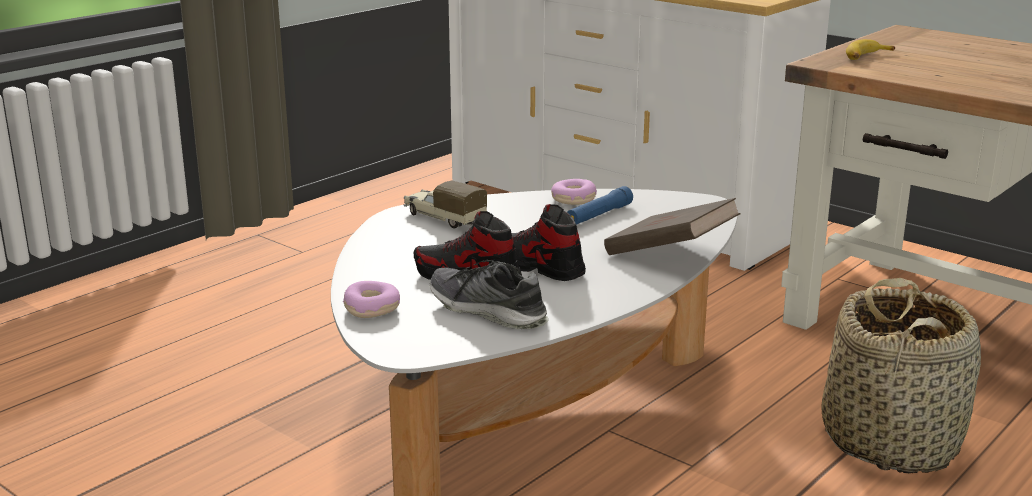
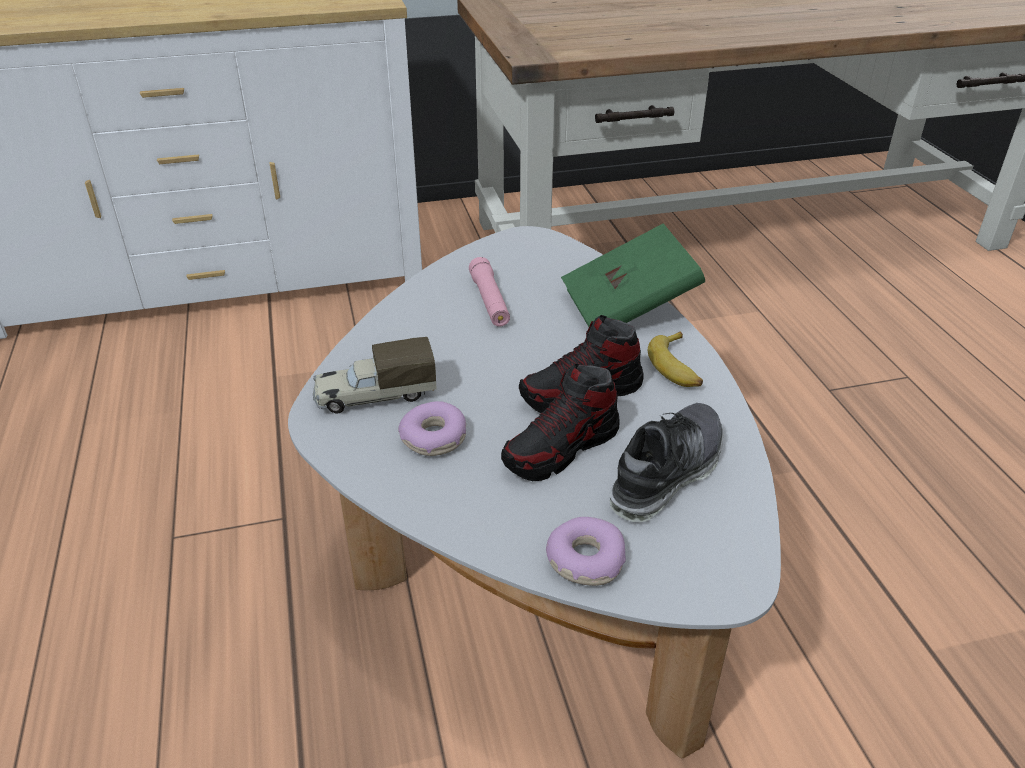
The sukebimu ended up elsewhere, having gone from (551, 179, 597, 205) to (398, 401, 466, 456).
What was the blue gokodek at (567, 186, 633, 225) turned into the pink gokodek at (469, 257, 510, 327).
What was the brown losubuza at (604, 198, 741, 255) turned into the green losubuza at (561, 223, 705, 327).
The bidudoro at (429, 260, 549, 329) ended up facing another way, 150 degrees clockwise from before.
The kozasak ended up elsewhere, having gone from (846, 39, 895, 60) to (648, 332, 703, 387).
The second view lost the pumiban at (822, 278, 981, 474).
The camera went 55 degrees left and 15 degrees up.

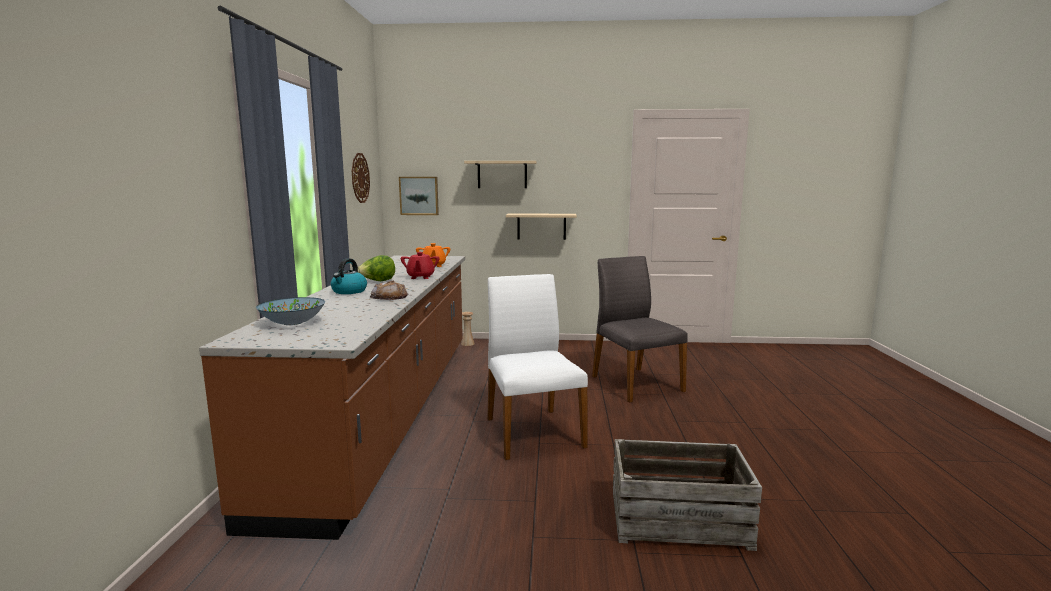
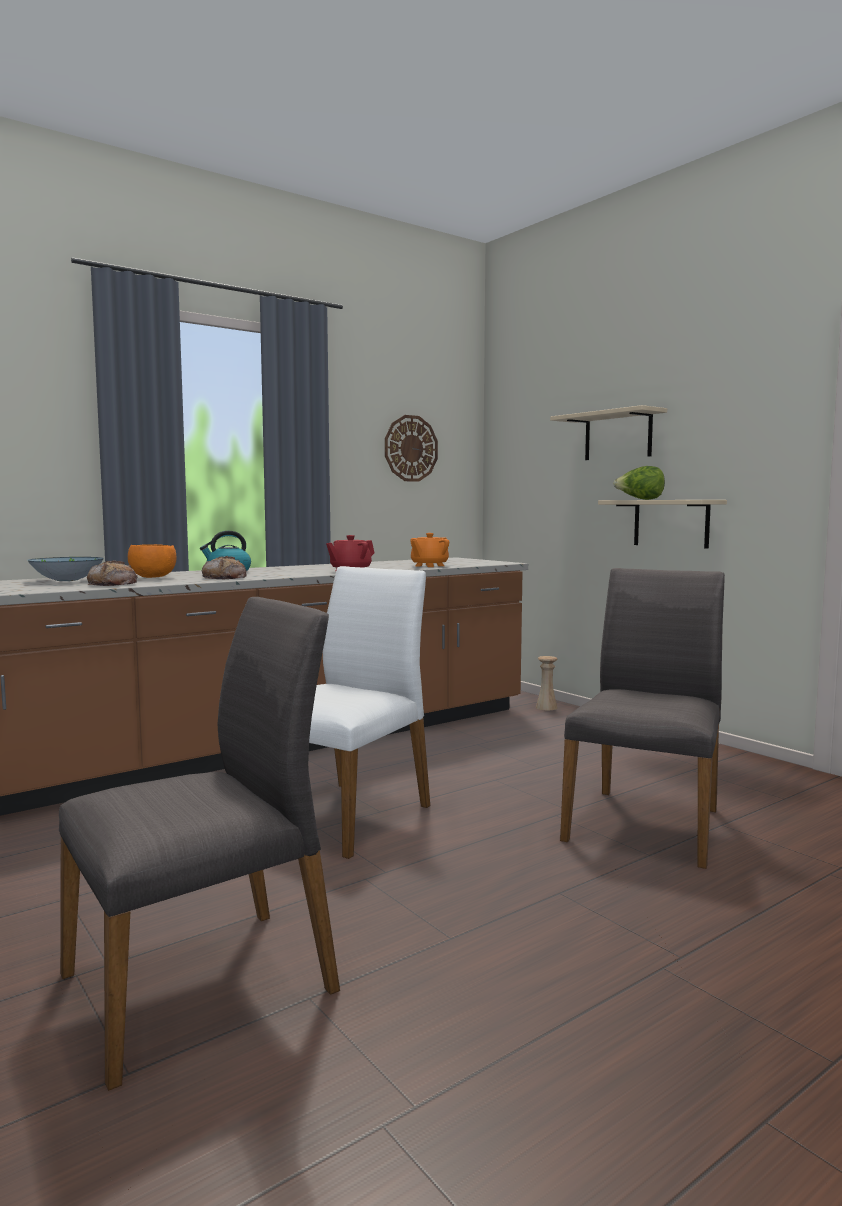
Where the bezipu stood at (613, 439, 762, 551), the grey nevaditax came to stand at (59, 597, 340, 1091).
The second view gained the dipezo at (87, 560, 138, 586).
The second view gained the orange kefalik at (128, 544, 176, 578).
The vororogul ended up elsewhere, having gone from (358, 255, 395, 281) to (613, 466, 665, 500).
The second view lost the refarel at (399, 177, 439, 215).
The camera went 50 degrees right and 5 degrees down.

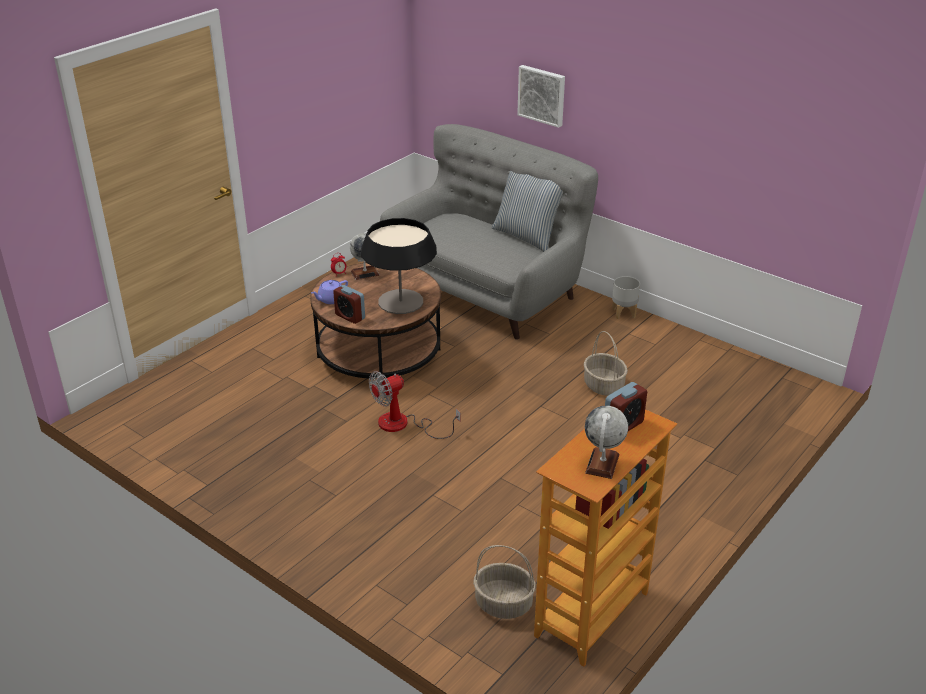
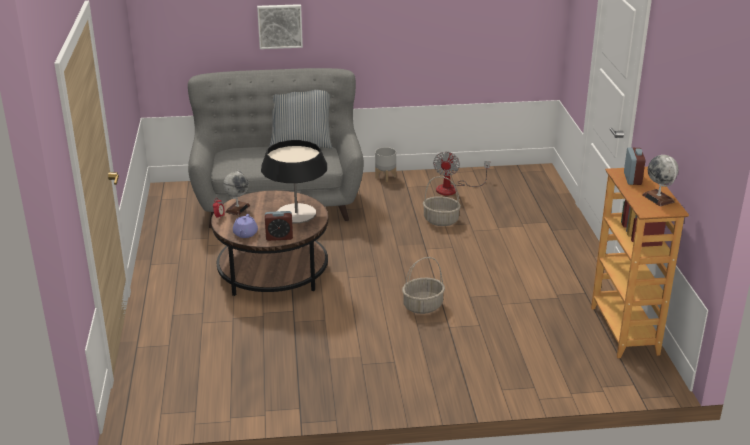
The pumiban ended up elsewhere, having gone from (473, 545, 536, 619) to (402, 257, 445, 314).
The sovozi ended up elsewhere, having gone from (369, 371, 461, 439) to (433, 151, 490, 196).
The camera went 45 degrees left and 5 degrees down.

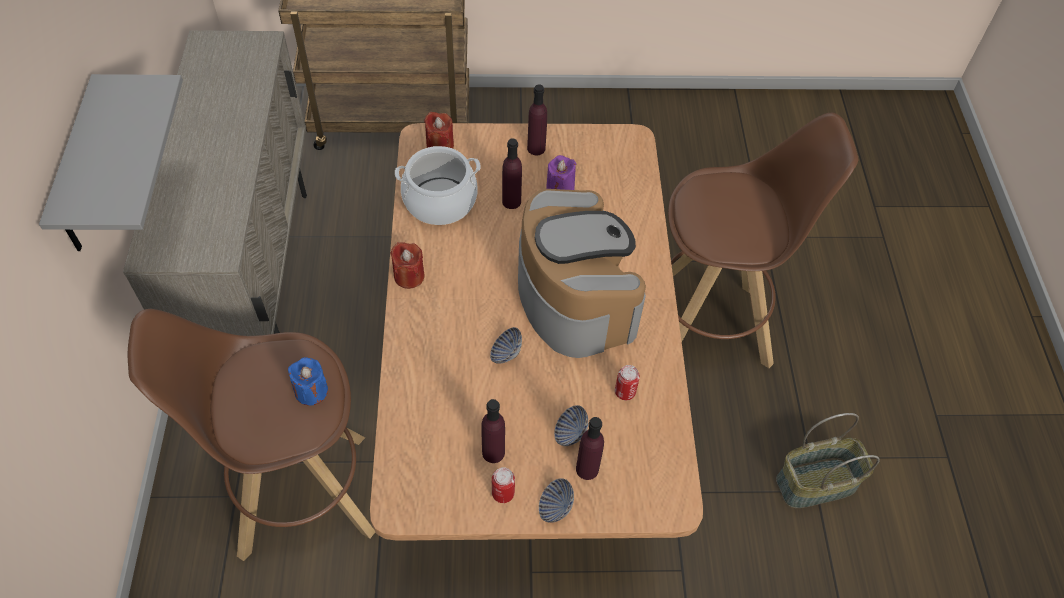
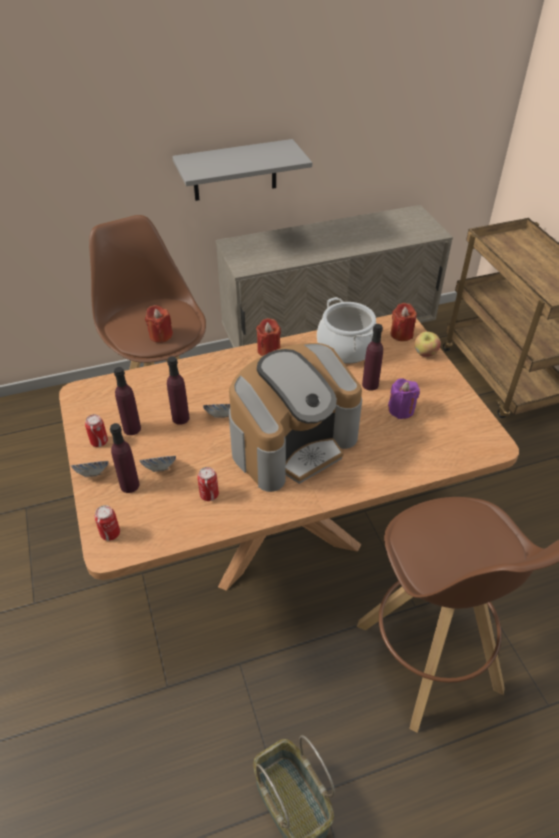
The second view gained the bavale at (95, 505, 120, 541).
What was the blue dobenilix at (288, 357, 328, 406) turned into the red dobenilix at (145, 305, 173, 343).
The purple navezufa ended up elsewhere, having gone from (527, 84, 547, 155) to (167, 356, 190, 425).
The second view gained the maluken at (414, 331, 441, 357).
The camera went 75 degrees right and 10 degrees down.

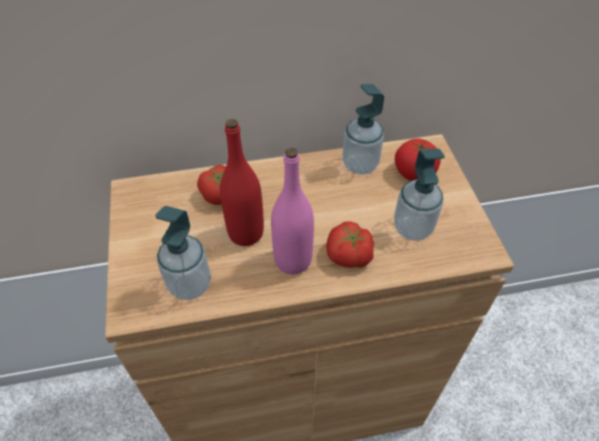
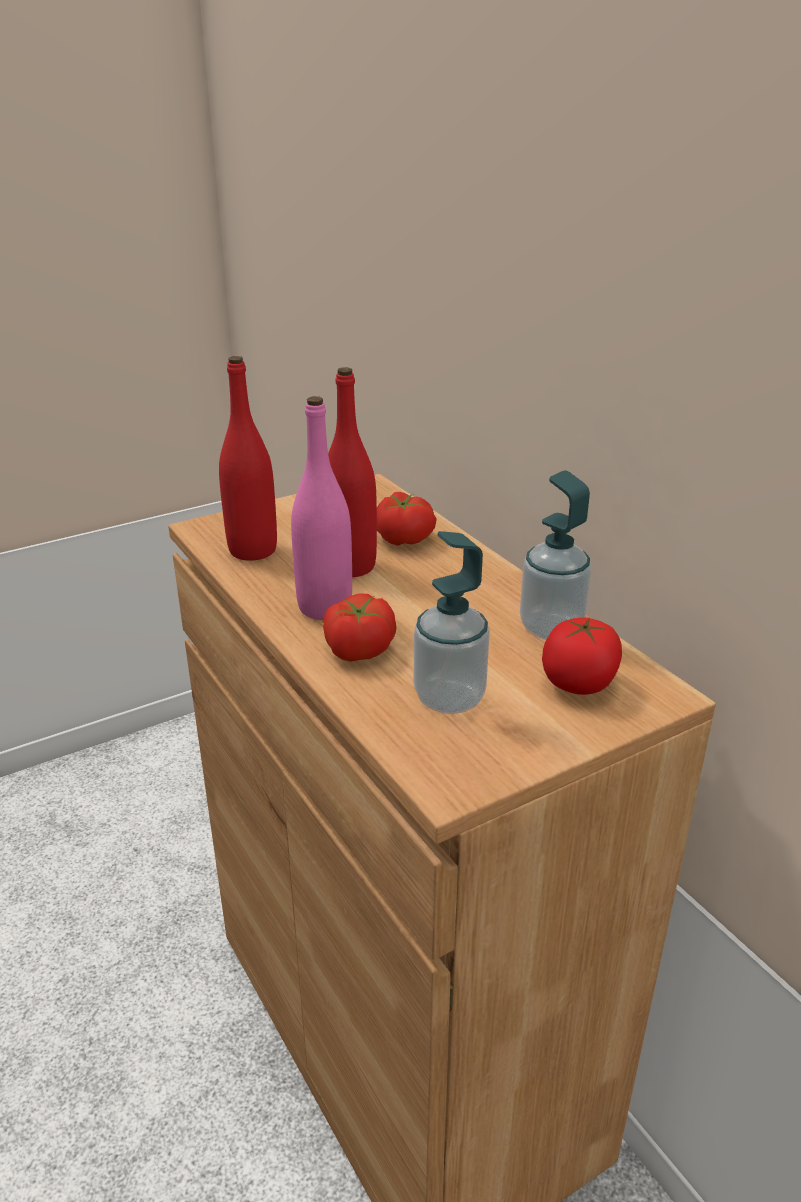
Where the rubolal stood at (155, 206, 211, 300), the red navezufa came to stand at (219, 356, 277, 561).
The camera went 70 degrees right and 20 degrees down.

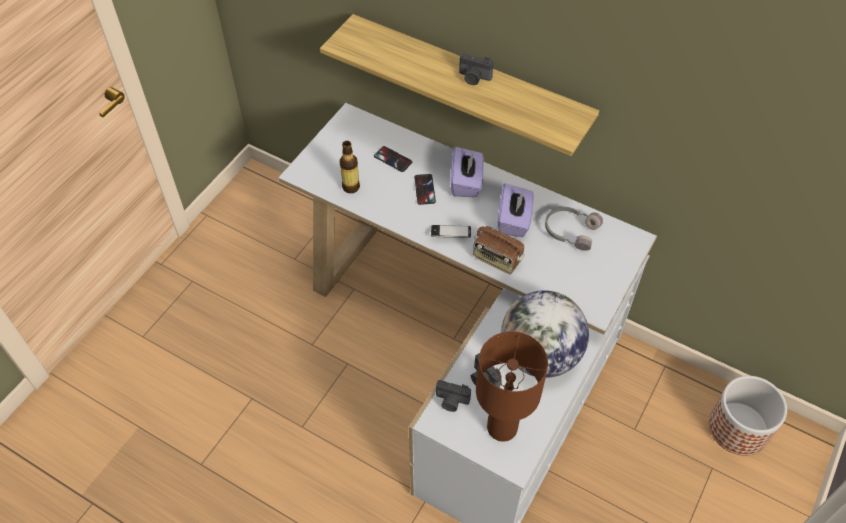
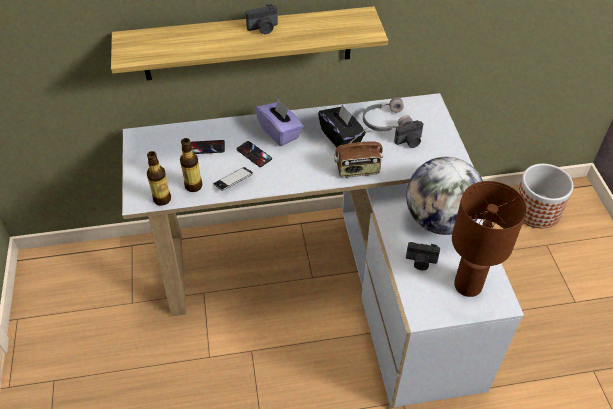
The second view gained the navezufa at (147, 151, 171, 206).
The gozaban ended up elsewhere, having gone from (431, 225, 471, 238) to (214, 167, 253, 190).
What was the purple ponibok at (498, 183, 534, 237) turned into the black ponibok at (318, 104, 366, 147).
The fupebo ended up elsewhere, having gone from (436, 380, 471, 412) to (394, 120, 423, 148).
The camera went 40 degrees left and 5 degrees down.

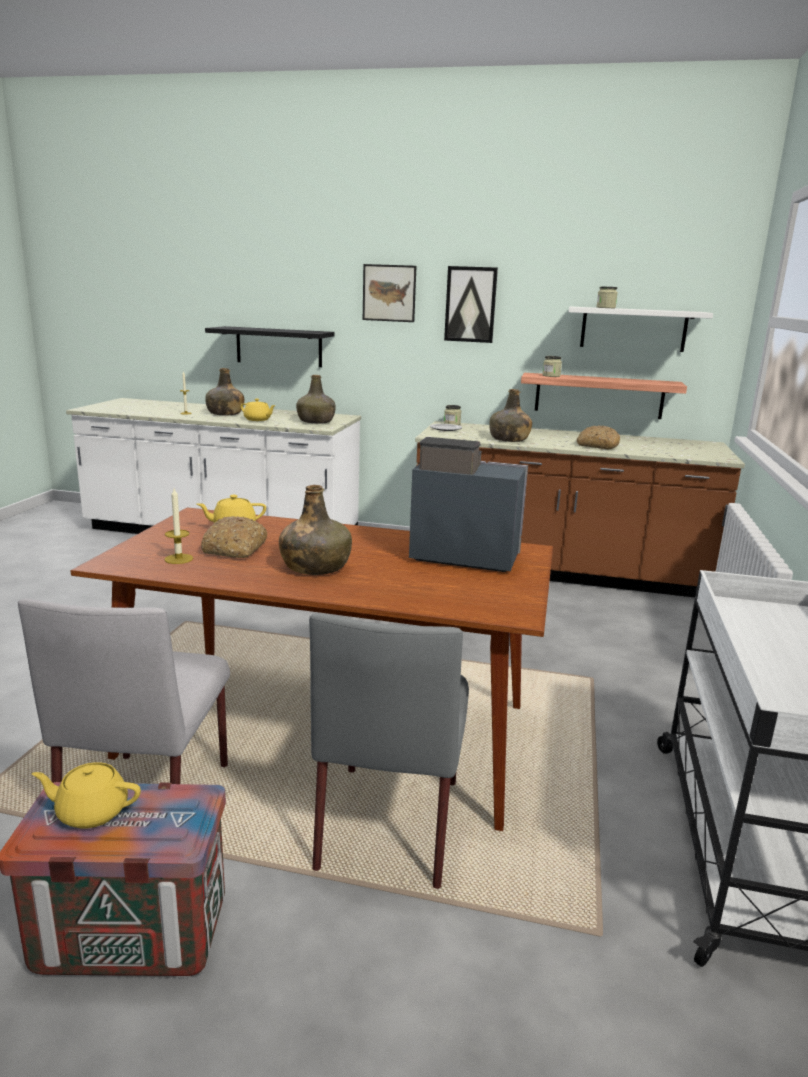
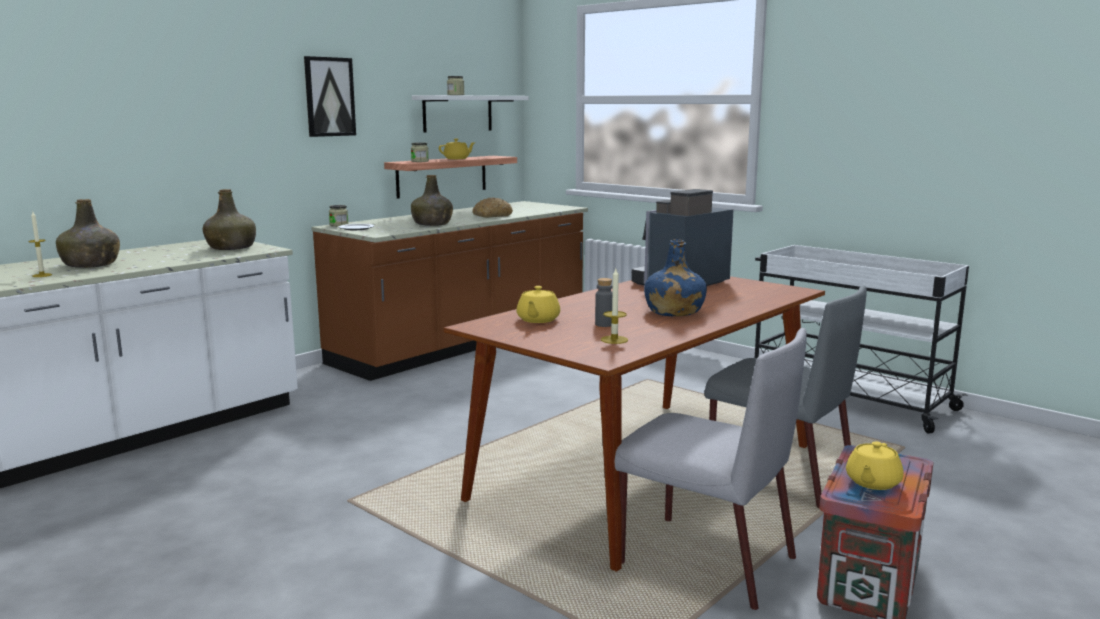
The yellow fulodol ended up elsewhere, having gone from (241, 399, 276, 421) to (439, 139, 476, 159).
Where the dipezo stood at (201, 516, 267, 558), the grey navezufa came to stand at (595, 278, 613, 327).
What was the green navezufa at (279, 485, 352, 575) turned into the blue navezufa at (644, 239, 707, 317).
The second view lost the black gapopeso at (205, 326, 334, 367).
The second view lost the refarel at (363, 264, 416, 322).
The camera went 60 degrees left and 5 degrees down.

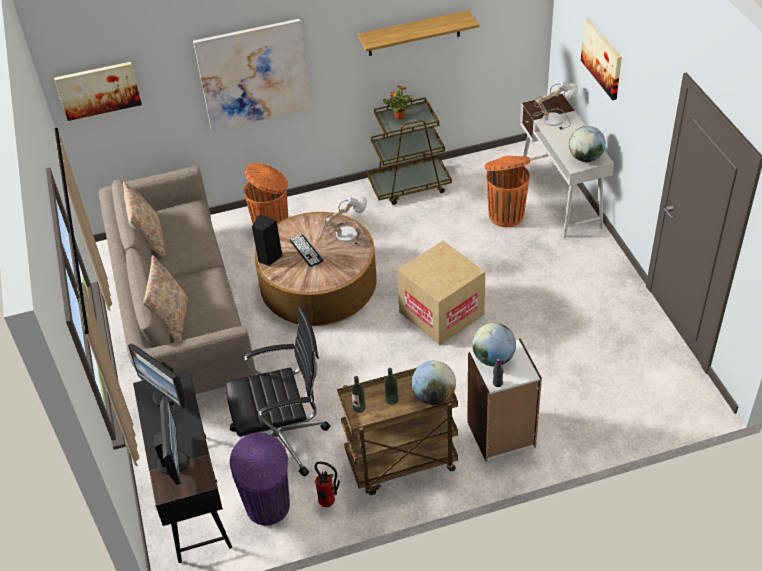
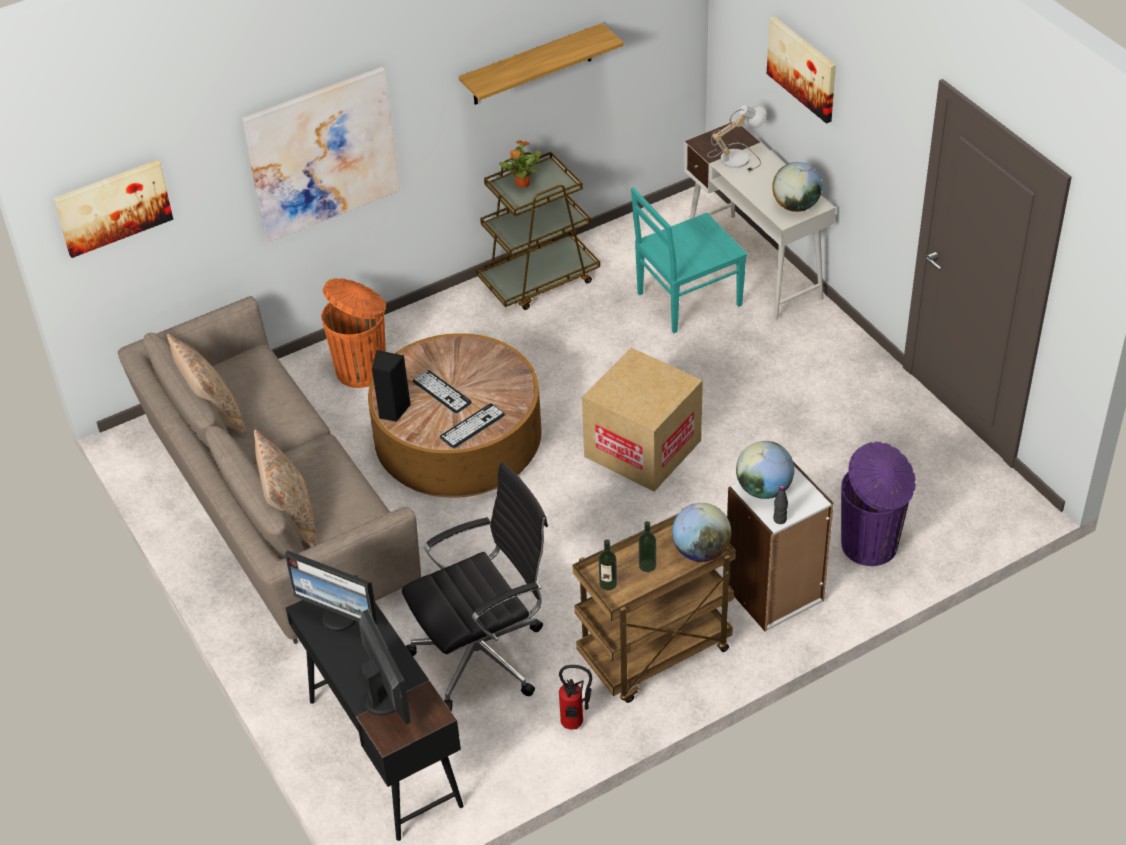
The second view gained the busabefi at (440, 403, 505, 448).
Where the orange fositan stood at (485, 156, 530, 227), the turquoise nevaditax came to stand at (631, 188, 747, 333).
The purple fositan ended up elsewhere, having gone from (230, 432, 290, 525) to (841, 442, 916, 566).
The second view lost the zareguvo at (325, 197, 367, 246).
The camera went 15 degrees left and 0 degrees up.

